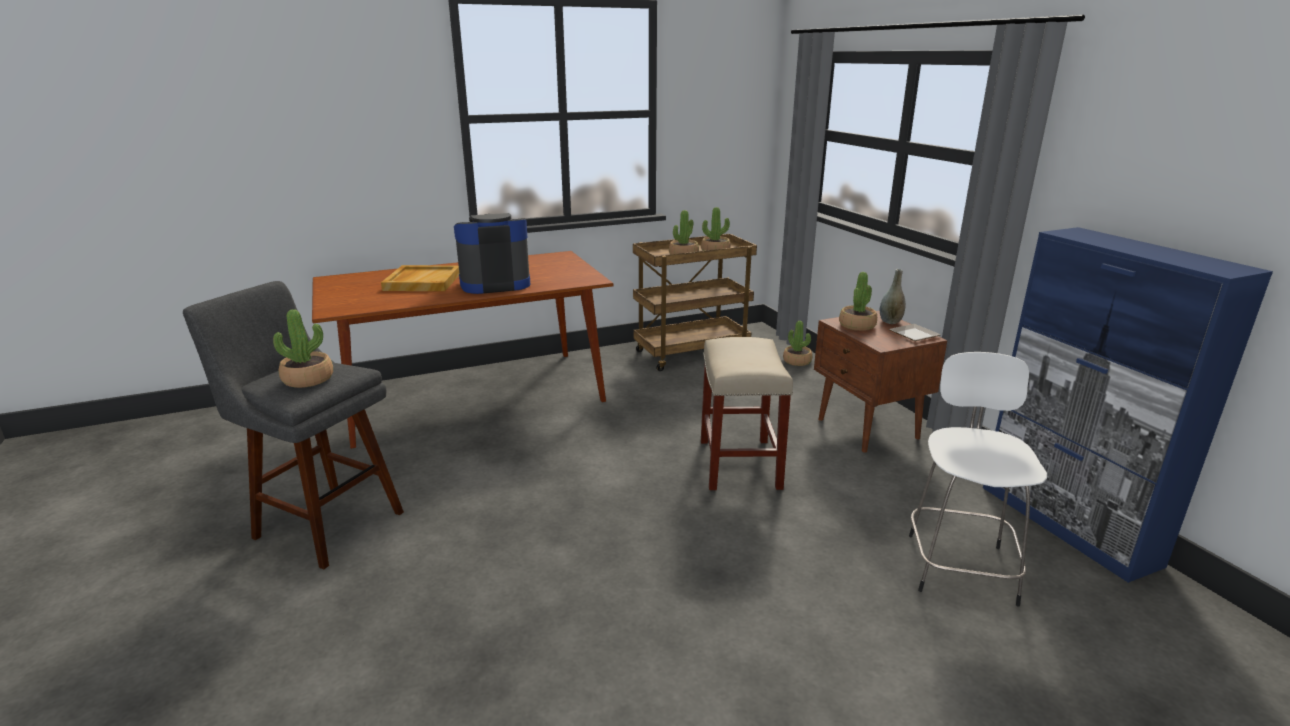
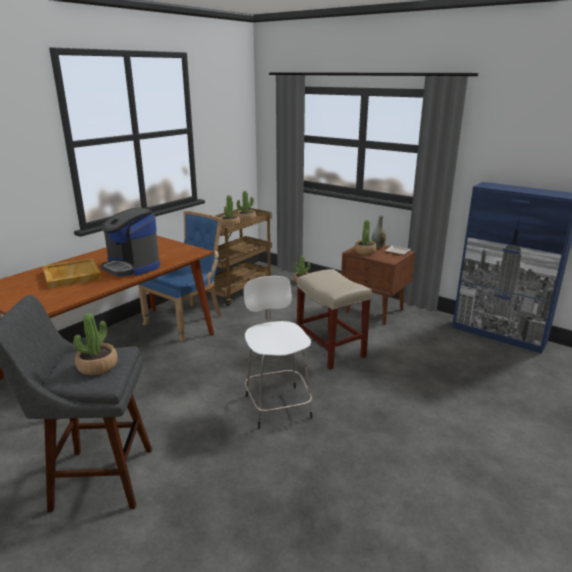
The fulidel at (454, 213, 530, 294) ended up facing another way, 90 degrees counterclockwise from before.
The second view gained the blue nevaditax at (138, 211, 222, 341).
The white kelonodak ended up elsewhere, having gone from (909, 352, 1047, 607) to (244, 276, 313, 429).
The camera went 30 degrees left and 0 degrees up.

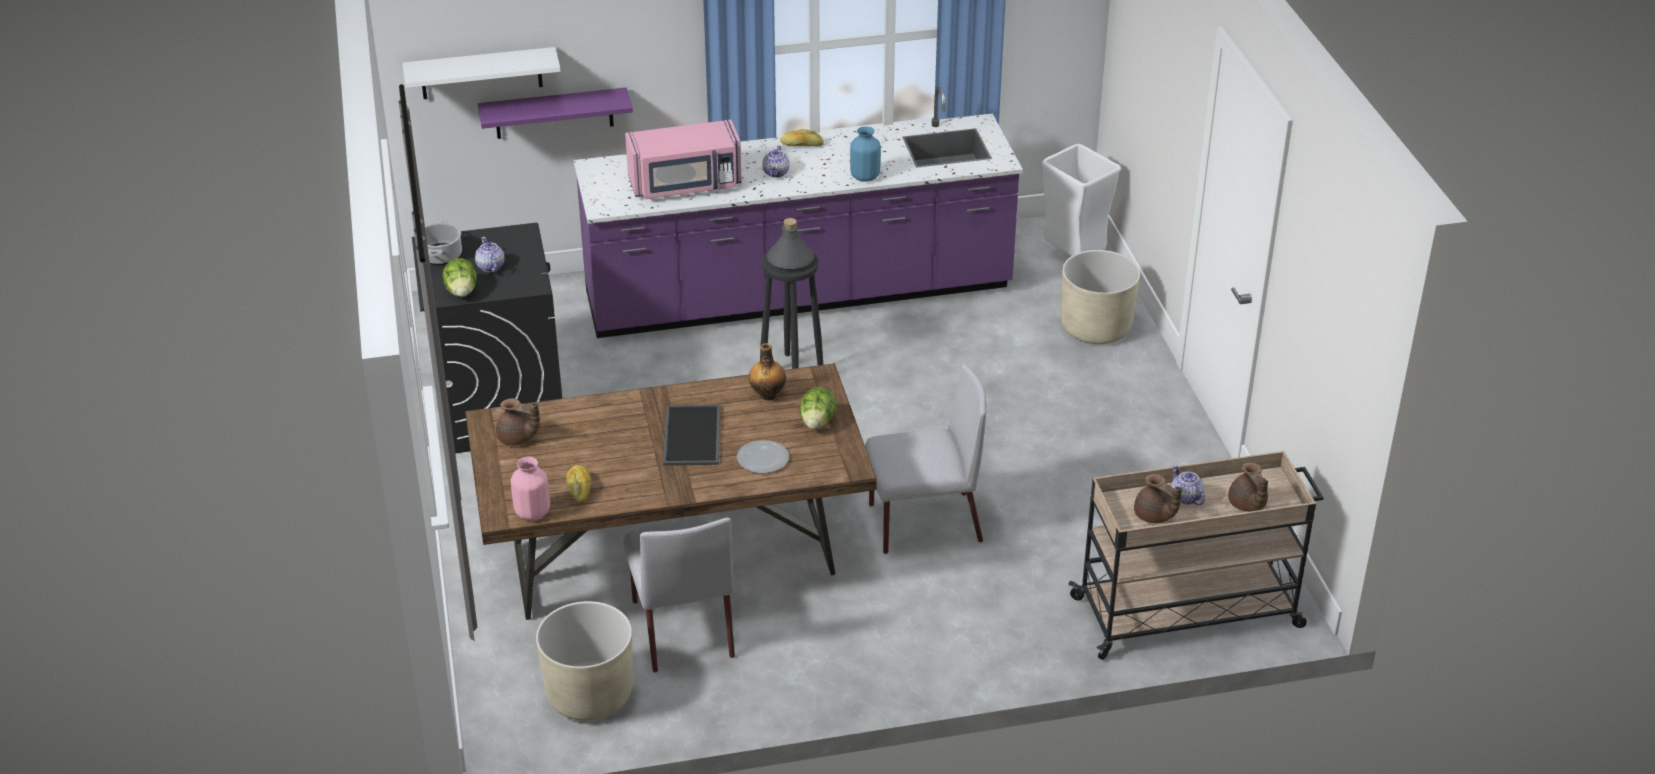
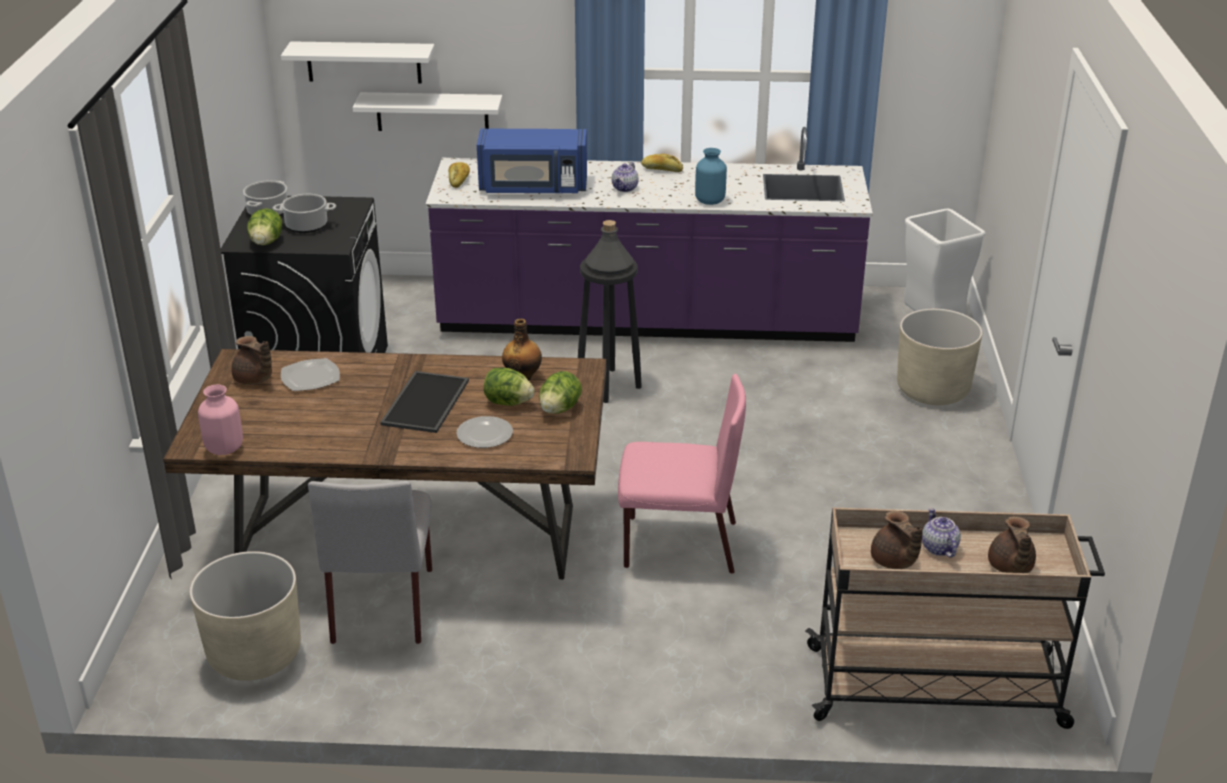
Where the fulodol stood at (475, 237, 505, 272), the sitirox came to stand at (273, 194, 336, 233).
The second view gained the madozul at (281, 358, 340, 391).
What was the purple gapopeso at (478, 88, 633, 139) turned into the white gapopeso at (353, 92, 503, 131).
The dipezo ended up elsewhere, having gone from (566, 465, 591, 504) to (449, 162, 470, 188).
What was the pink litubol at (625, 119, 742, 199) turned into the blue litubol at (477, 128, 587, 193).
The second view gained the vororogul at (484, 368, 535, 406).
What was the grey nevaditax at (865, 363, 986, 554) turned into the pink nevaditax at (618, 374, 746, 574).
The camera went 15 degrees right and 5 degrees down.

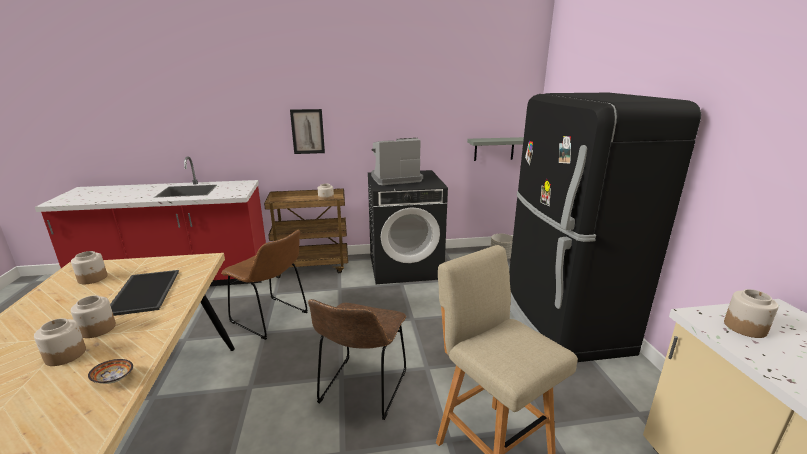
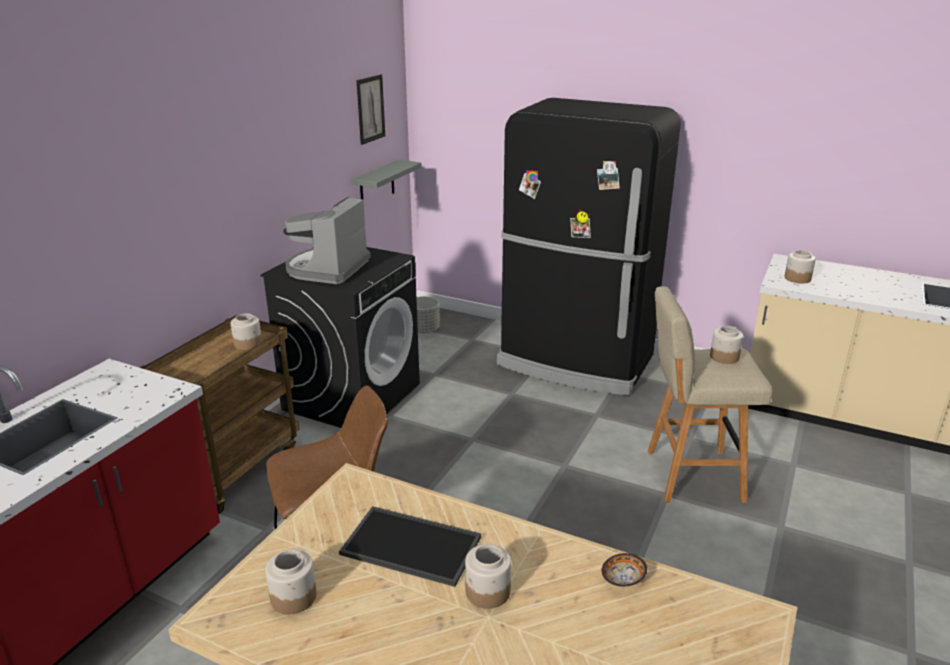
The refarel ended up elsewhere, having gone from (290, 109, 325, 154) to (356, 74, 385, 145).
The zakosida ended up elsewhere, having gone from (34, 318, 86, 366) to (710, 326, 743, 364).
The second view lost the brown nevaditax at (308, 299, 406, 420).
The camera went 55 degrees left and 5 degrees up.

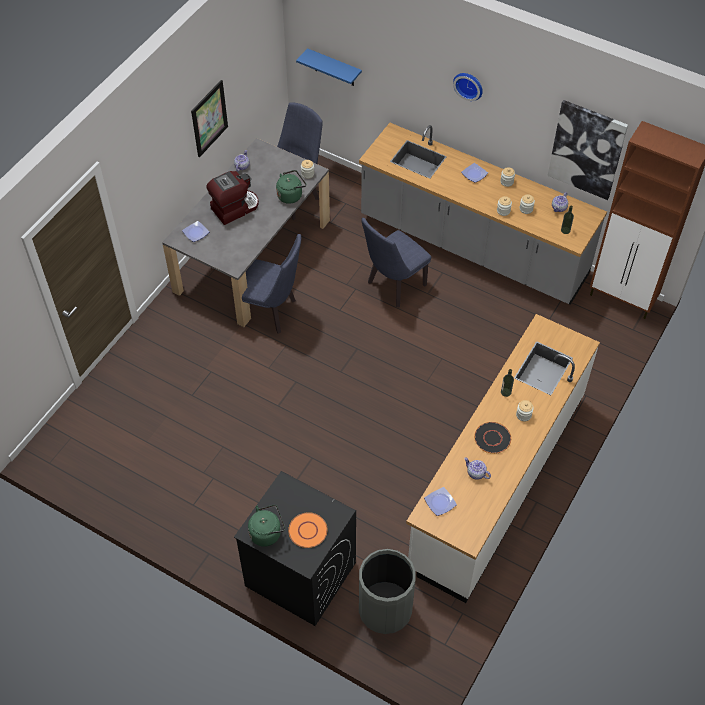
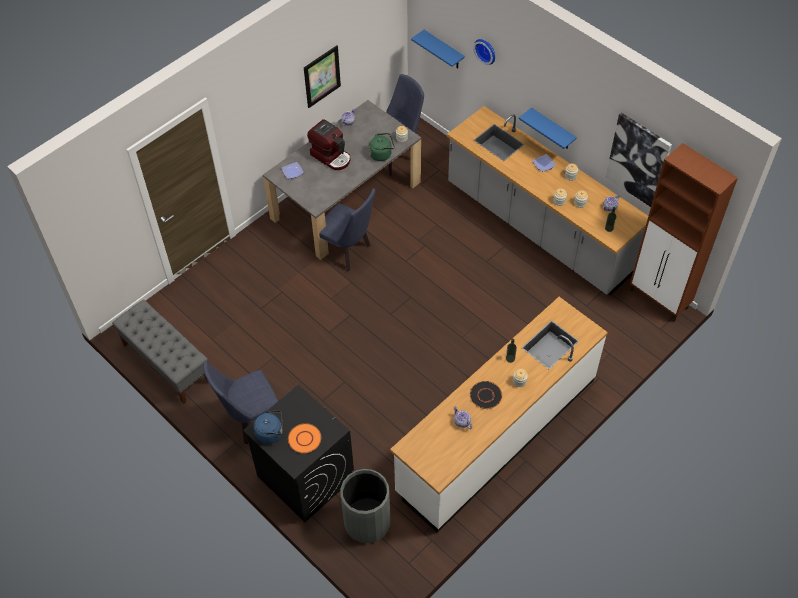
The second view gained the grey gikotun at (112, 300, 208, 404).
The blue nevaditax ended up elsewhere, having gone from (361, 218, 431, 307) to (203, 361, 278, 444).
What was the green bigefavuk at (248, 505, 285, 547) turned into the blue bigefavuk at (254, 408, 283, 444).
The fulidel at (206, 171, 259, 225) ended up facing another way, 60 degrees clockwise from before.
The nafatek ended up elsewhere, having gone from (453, 73, 483, 101) to (473, 39, 495, 65).
The second view gained the blue gapopeso at (519, 108, 577, 149).
The second view lost the madozul at (424, 487, 457, 516).
The camera went 15 degrees right and 0 degrees up.

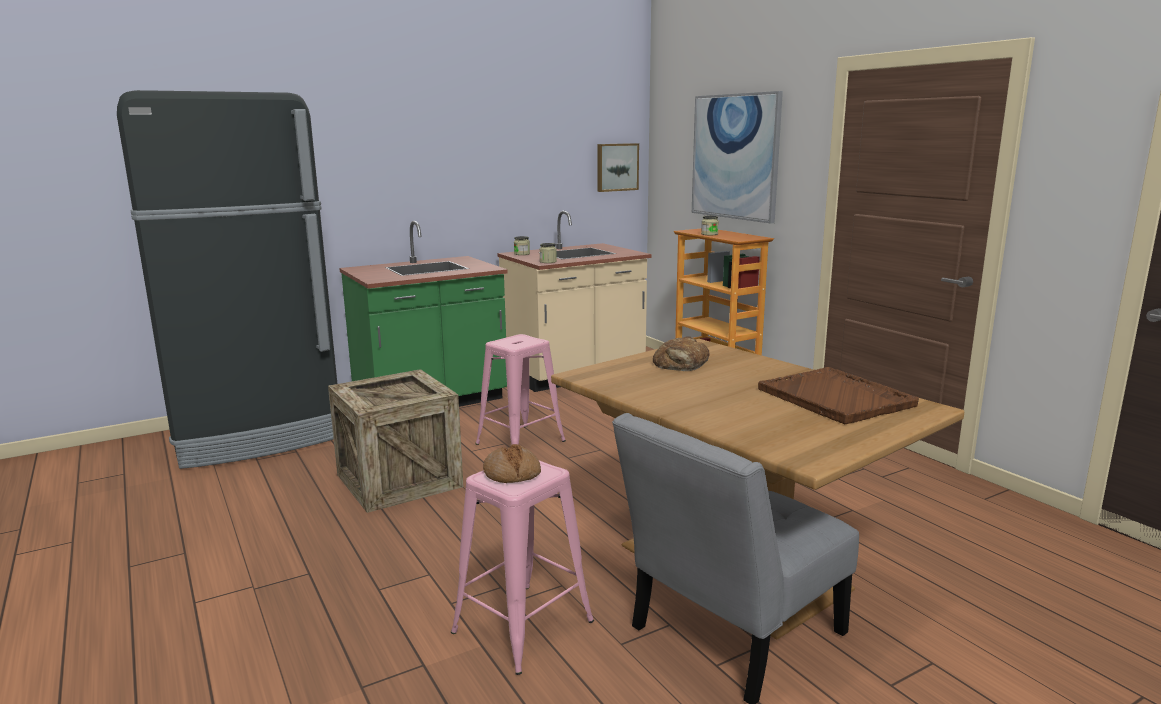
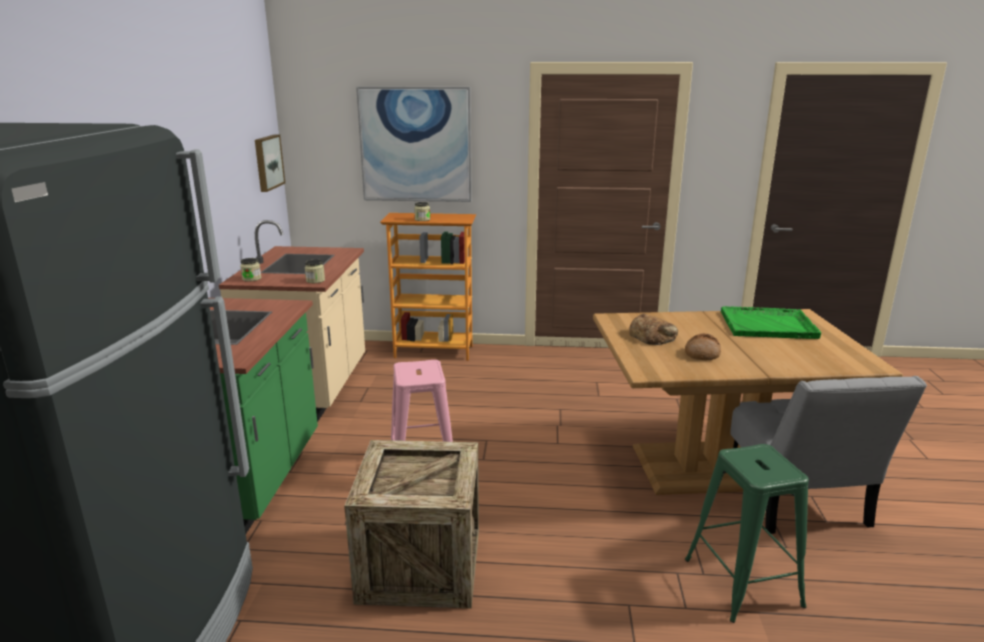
The dipezo ended up elsewhere, having gone from (483, 444, 541, 483) to (685, 333, 721, 360).
What was the pink kelonodak at (451, 460, 594, 675) turned into the green kelonodak at (685, 444, 809, 623).
What was the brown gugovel at (758, 367, 919, 424) turned into the green gugovel at (721, 306, 821, 339).
The camera went 55 degrees left and 5 degrees up.

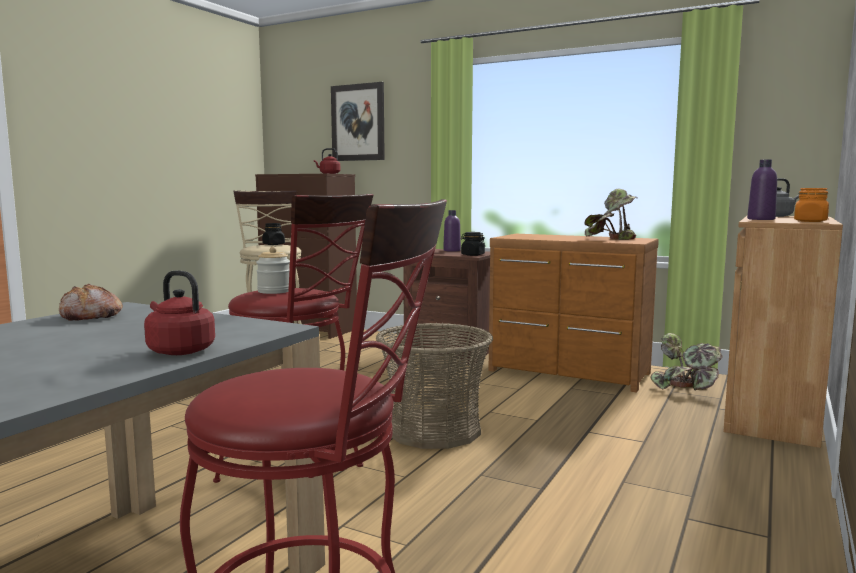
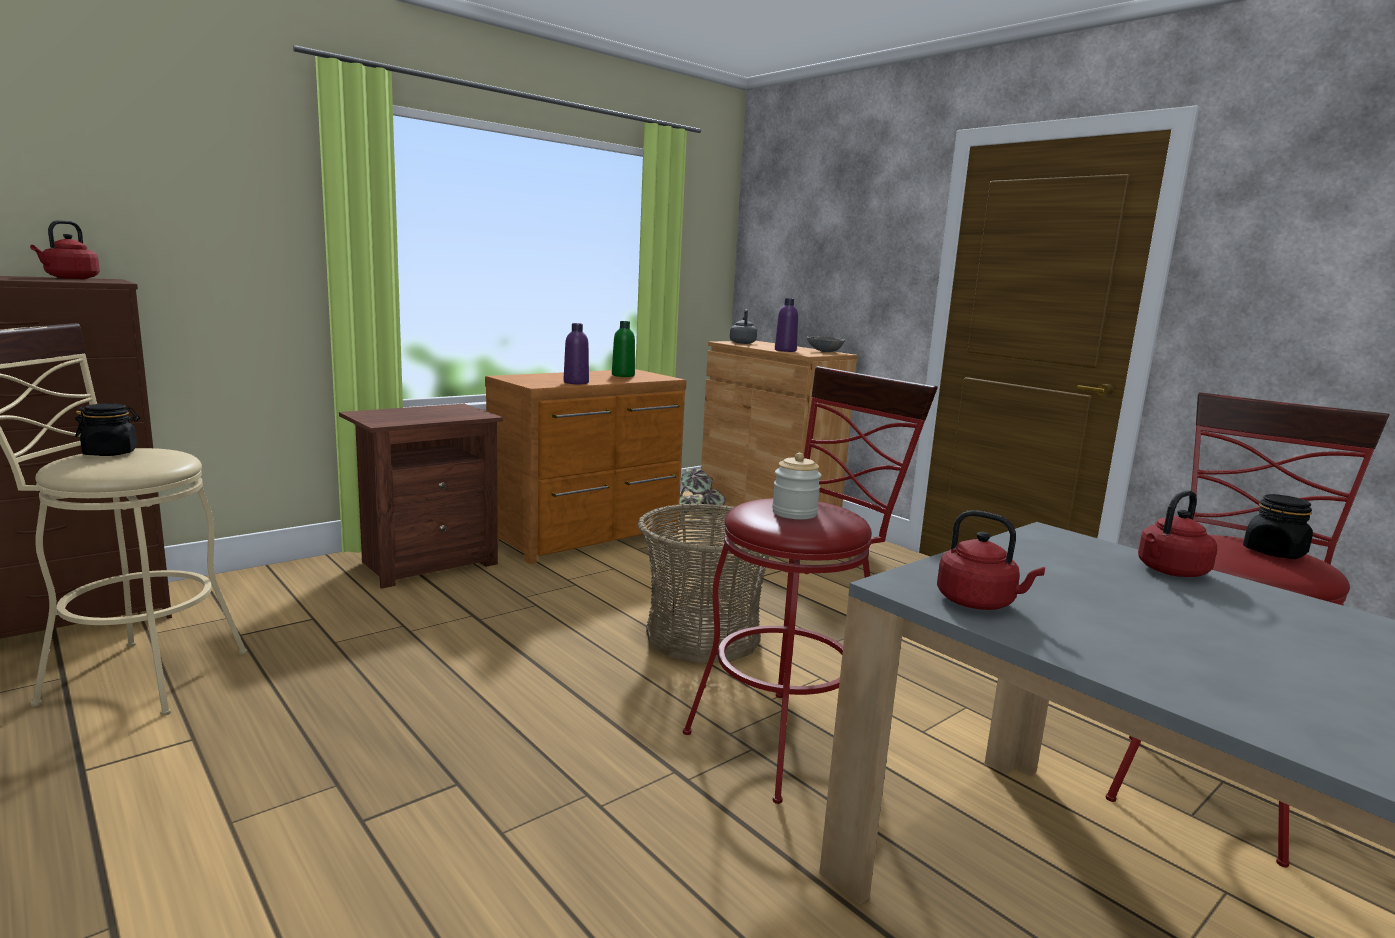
The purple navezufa ended up elsewhere, having gone from (443, 210, 461, 252) to (564, 323, 589, 384).
Where the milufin stood at (584, 189, 637, 240), the green navezufa came to stand at (612, 321, 635, 377).
Where the orange zakosida stood at (794, 188, 829, 222), the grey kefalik came to stand at (807, 336, 845, 352).
Where the dipezo stood at (59, 284, 123, 321), the red bigefavuk came to stand at (937, 510, 1045, 610).
The black zakosida ended up elsewhere, having gone from (461, 232, 485, 256) to (1243, 494, 1313, 559).
The second view lost the refarel at (331, 82, 385, 161).
The camera went 70 degrees left and 5 degrees up.

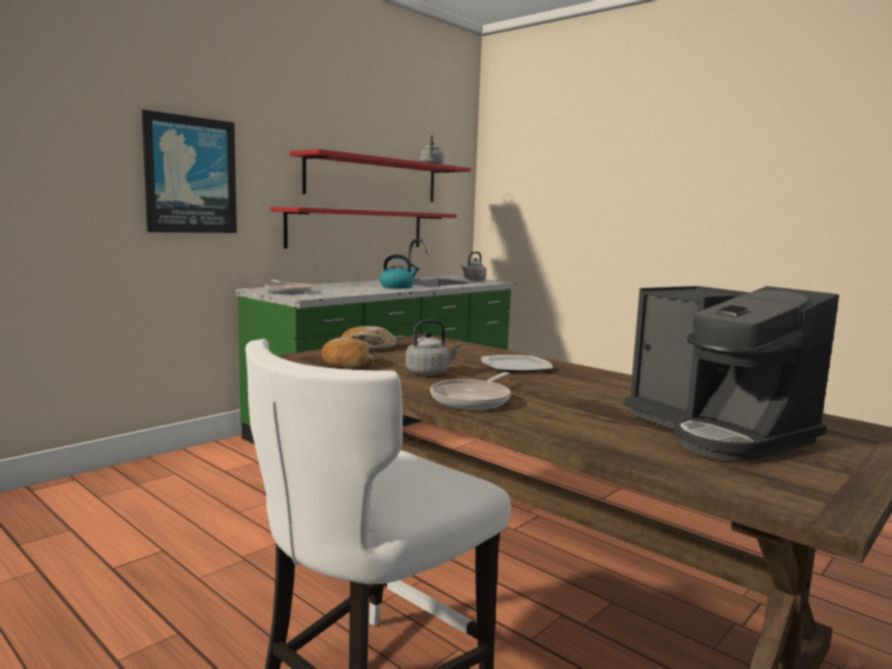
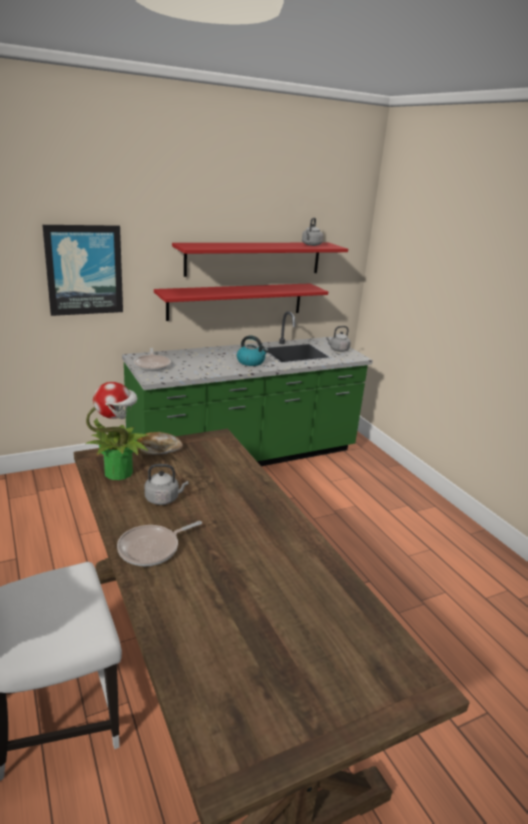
Where the dipezo stood at (322, 338, 374, 368), the milufin came to stand at (85, 382, 150, 480).
The second view lost the madozul at (481, 355, 553, 372).
The second view lost the fulidel at (624, 286, 839, 461).
The camera went 20 degrees right and 15 degrees up.

